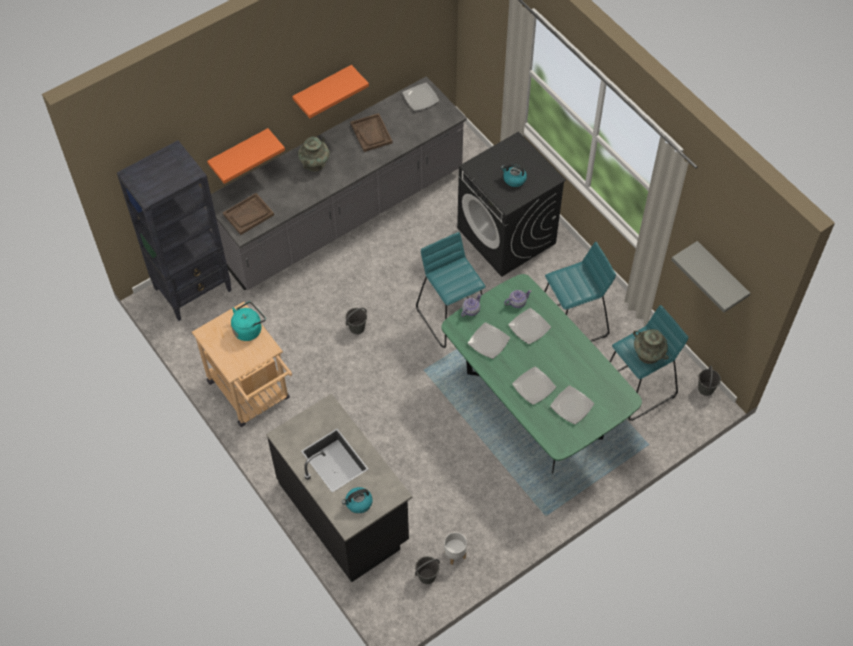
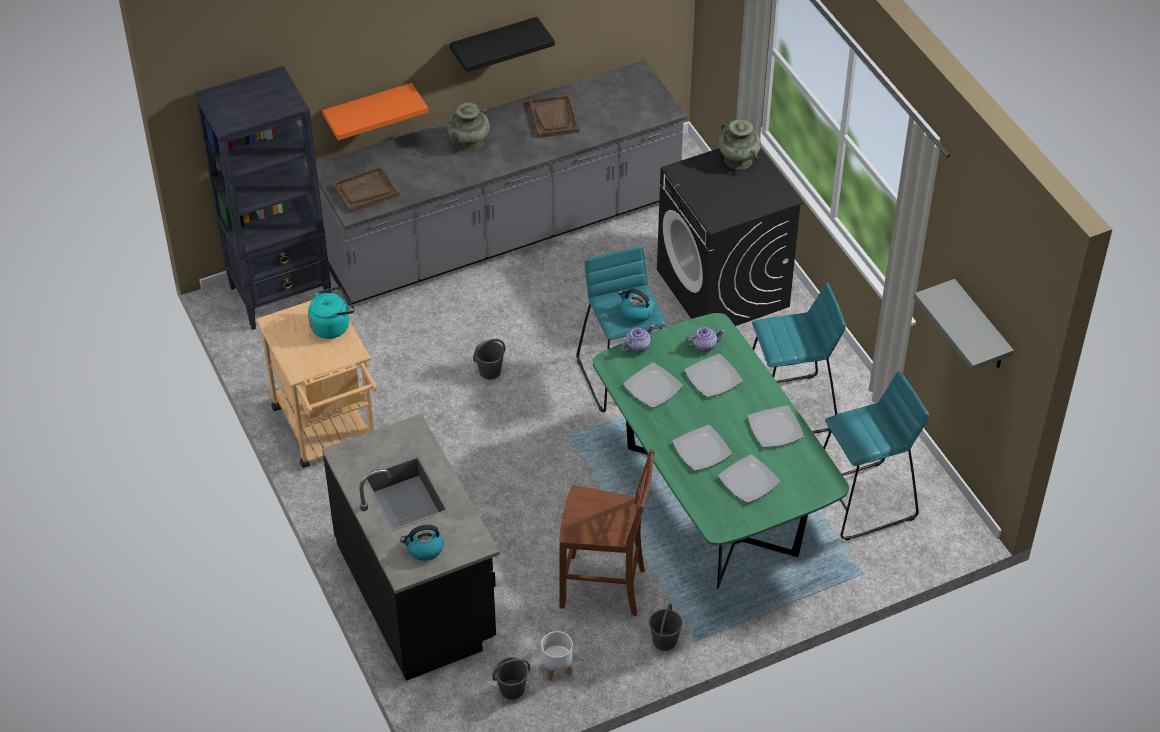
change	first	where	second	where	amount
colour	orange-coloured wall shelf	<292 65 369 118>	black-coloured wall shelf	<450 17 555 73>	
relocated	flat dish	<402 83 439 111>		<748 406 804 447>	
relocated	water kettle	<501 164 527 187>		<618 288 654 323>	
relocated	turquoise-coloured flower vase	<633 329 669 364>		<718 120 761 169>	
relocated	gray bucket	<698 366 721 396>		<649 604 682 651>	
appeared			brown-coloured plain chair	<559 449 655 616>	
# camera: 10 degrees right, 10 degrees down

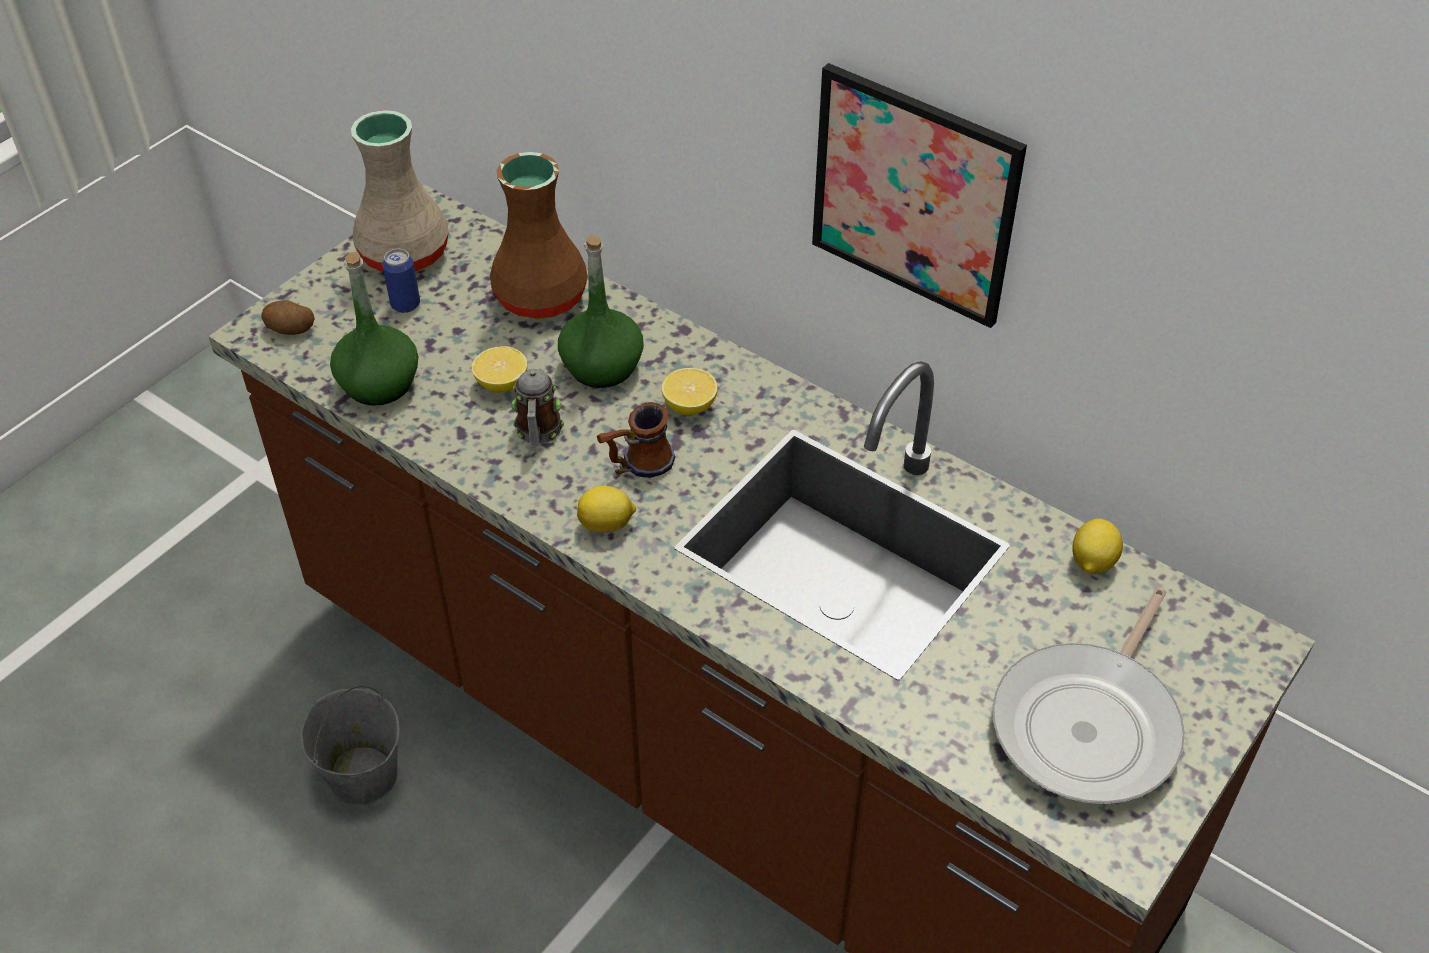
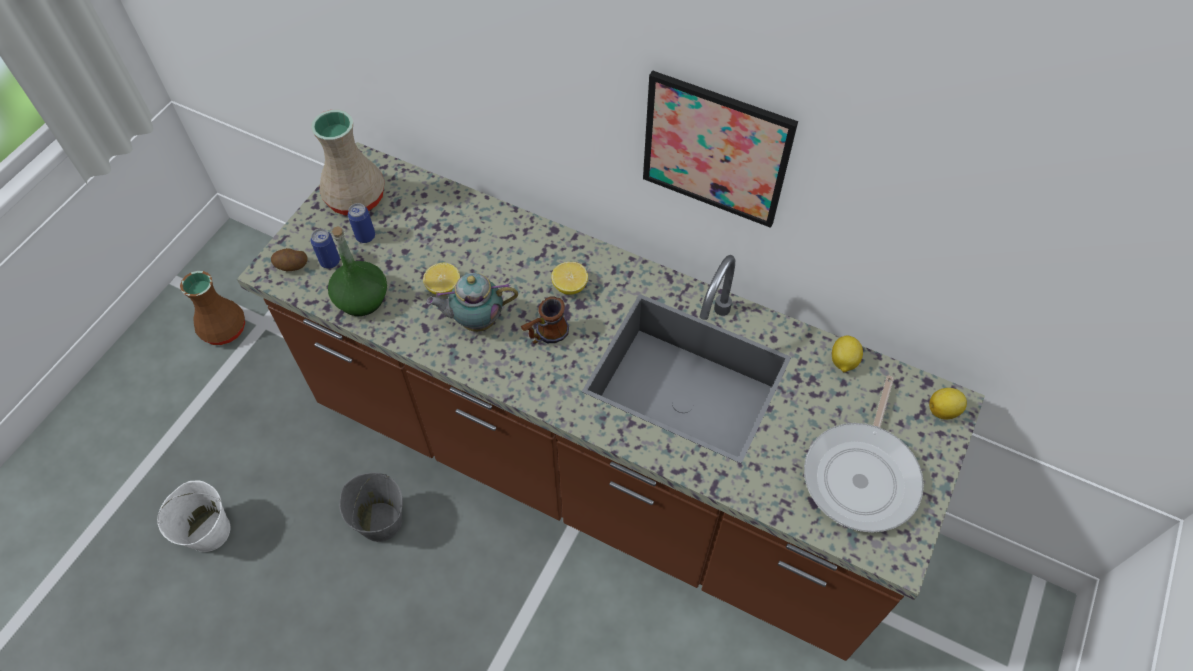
change	first	where	second	where	amount
relocated	brown-coloured flower vase	<490 152 588 319>		<180 271 245 345>	
exchanged	tea mug	<511 369 564 445>	tea pot	<427 273 518 332>	
missing	green beverage bottle	<558 235 644 388>			
relocated	whole lemon	<577 486 636 533>		<929 388 967 419>	
appeared			white-coloured bucket	<157 481 231 552>	
appeared			metal can	<311 229 340 269>	
# camera: 10 degrees left, 10 degrees up

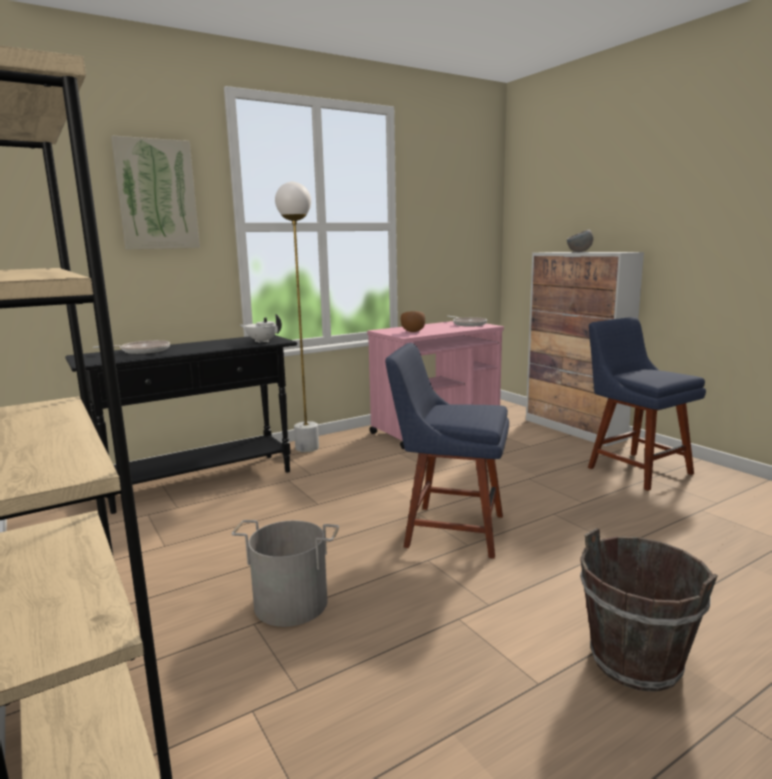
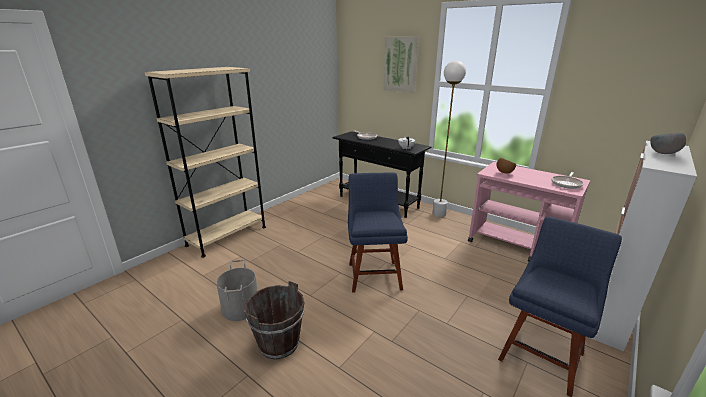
change	first	where	second	where	amount
relocated	gray bucket	<231 520 339 627>		<216 260 258 321>	
# camera: 70 degrees right, 10 degrees up

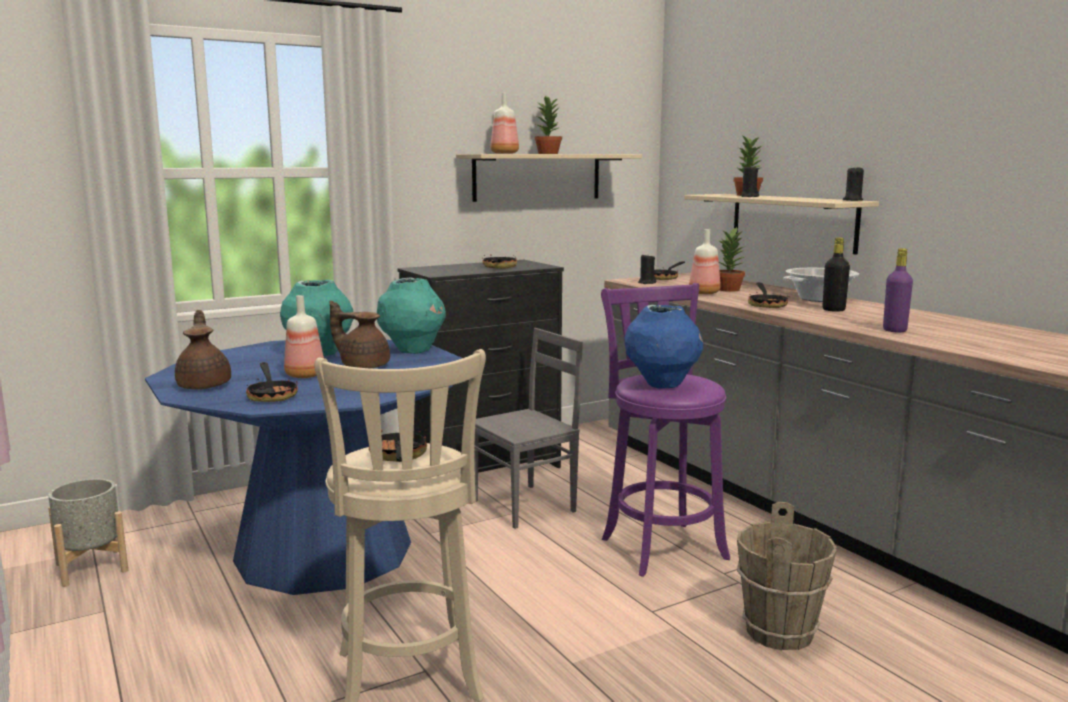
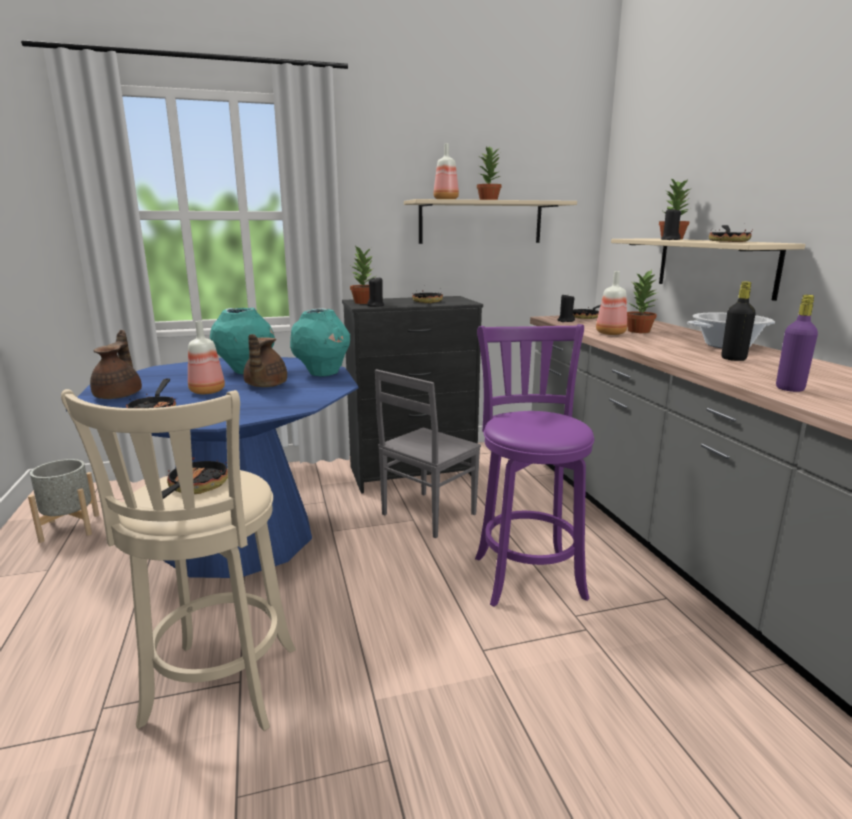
change	first	where	second	where	amount
spun	brown-coloured tea pot	<330 301 390 369>		<243 334 287 387>	120 degrees counterclockwise
spun	gray plain chair	<474 328 583 529>		<375 369 481 539>	150 degrees clockwise
missing	bluish flower vase	<624 305 703 388>			
missing	brown-coloured bucket	<737 502 837 650>			
relocated	frying pan	<748 282 790 308>		<709 223 753 242>	
relocated	black-coloured wax candle	<843 166 864 201>		<367 276 384 307>	
appeared			potted plant	<350 246 374 304>	
# camera: 15 degrees right, 5 degrees up

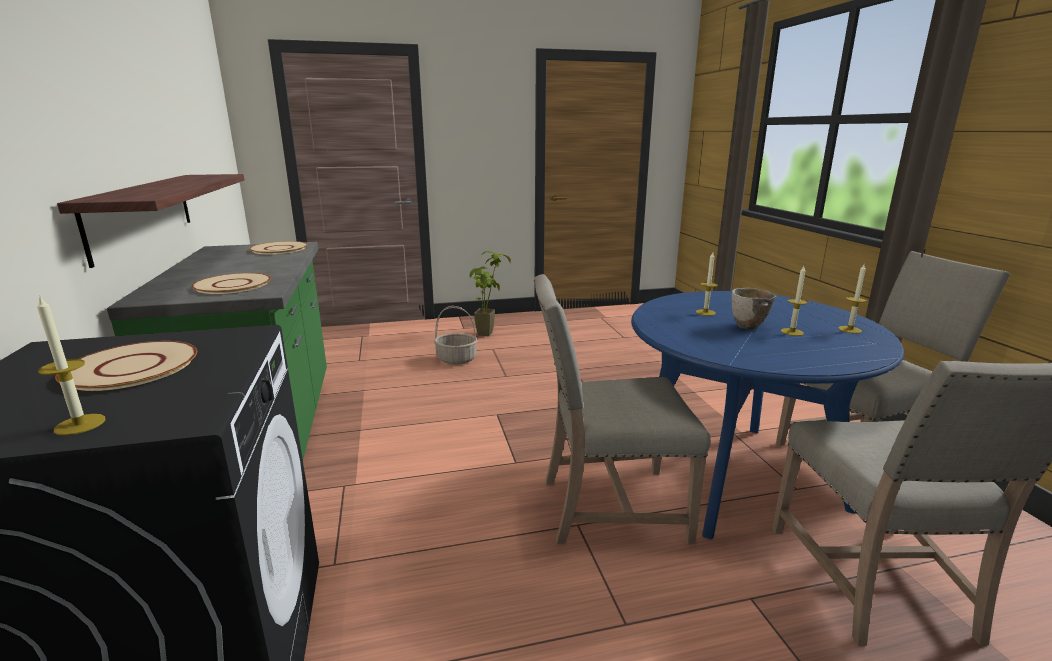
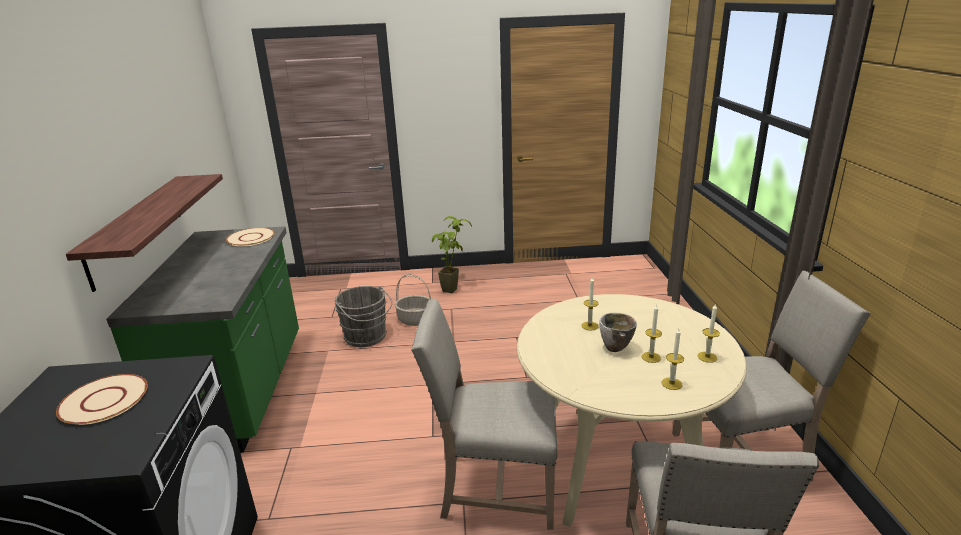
change	first	where	second	where	amount
relocated	wax candle	<37 295 105 436>		<662 328 684 390>	
missing	sand-coloured flat dish	<191 273 271 294>			
colour	bluish dinner table	<631 291 904 540>	sand-coloured dinner table	<517 294 747 527>	
appeared			gray bucket	<335 286 392 347>	
# camera: 10 degrees right, 5 degrees up

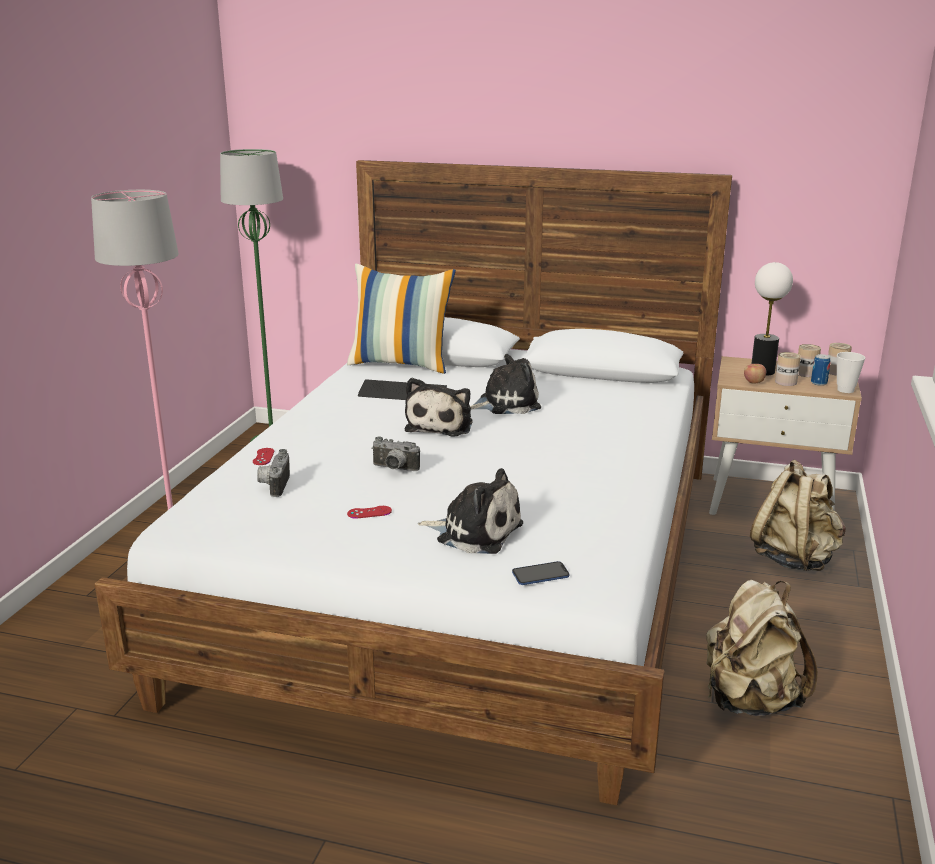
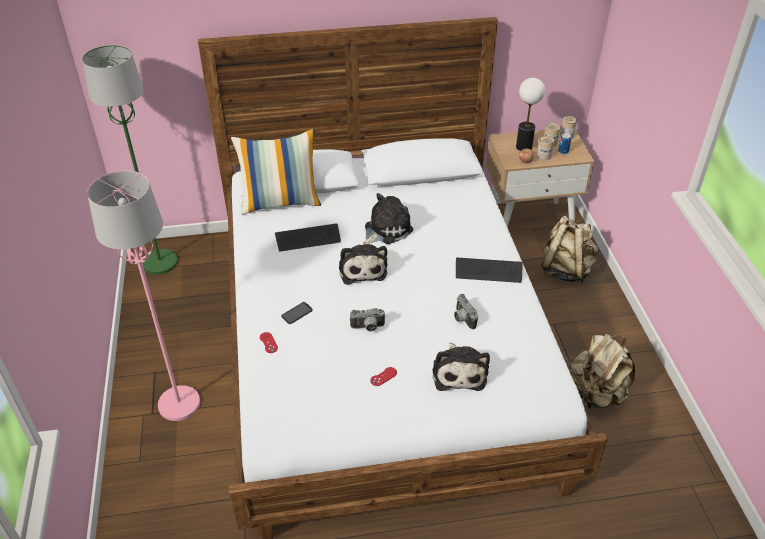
change	first	where	second	where	amount
relocated	still camera	<257 449 290 497>		<454 294 478 329>	
spun	plush toy	<418 468 523 554>		<432 343 490 391>	90 degrees clockwise
relocated	phone	<512 561 569 585>		<281 302 313 324>	
missing	small cup	<837 352 865 393>			
appeared			keyboard	<456 258 523 283>	
# camera: 25 degrees left, 20 degrees up

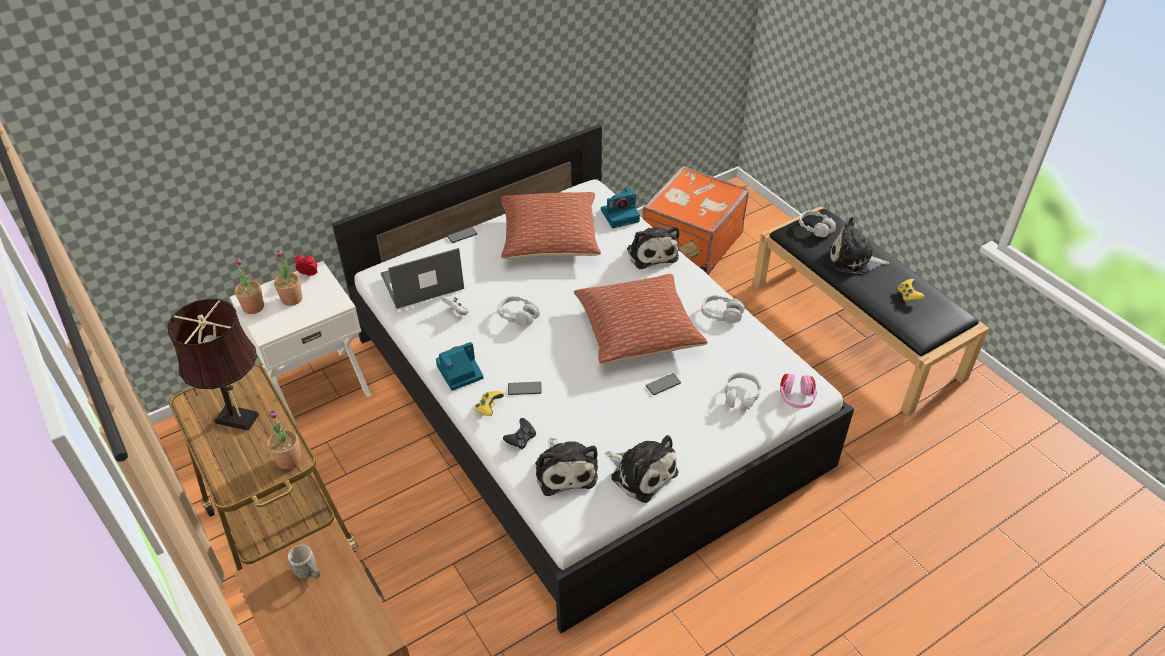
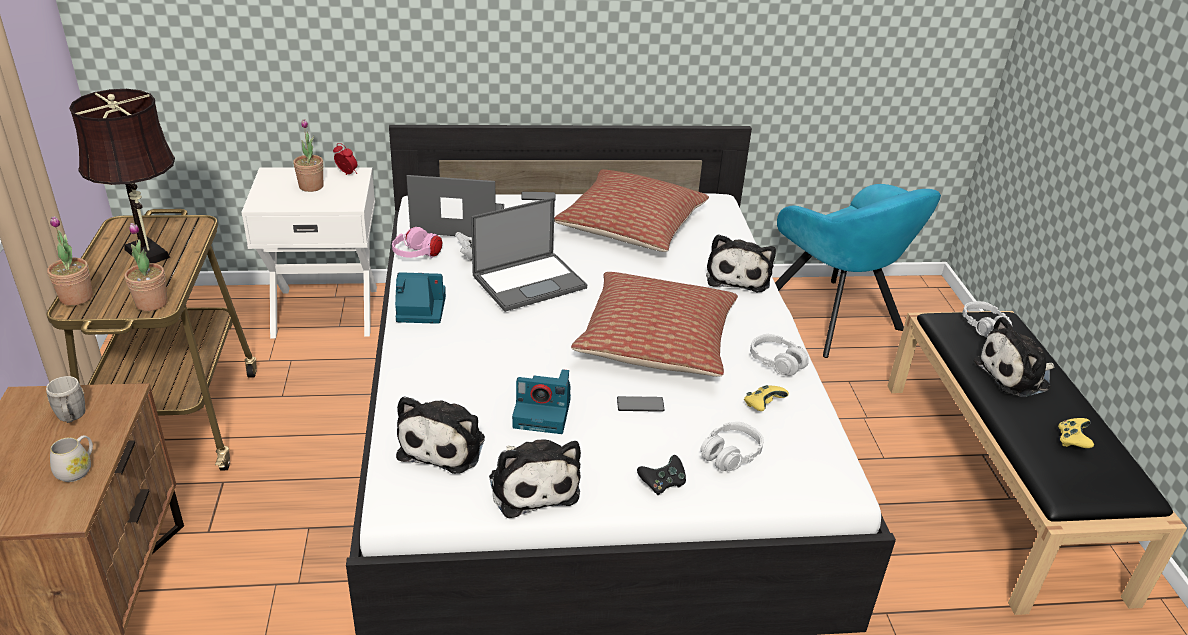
change	first	where	second	where	amount
relocated	potted plant	<235 258 264 314>		<47 216 93 306>	
relocated	yellowish gamepad	<475 391 504 416>		<744 385 789 411>	
exchanged	gray headphones	<498 296 540 326>	notebook computer	<471 197 587 312>	
relocated	black-coloured gamepad	<503 418 536 449>		<637 455 686 495>	
missing	phone	<508 382 542 395>			
relocated	still camera	<601 186 640 228>		<512 369 571 434>	
exchanged	orange-coloured piece of luggage	<642 166 749 275>	turquoise-coloured easy chair	<775 184 941 358>	
relocated	pink-coloured headphones	<780 373 817 409>		<392 227 442 258>	
spun	plush toy	<829 217 890 274>		<973 317 1055 397>	60 degrees counterclockwise
appeared			white-coloured tea mug	<50 435 93 482>	
# camera: 25 degrees right, 10 degrees down

